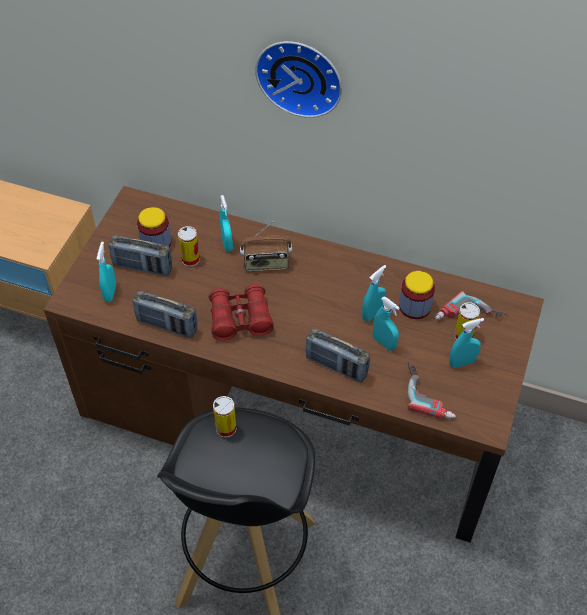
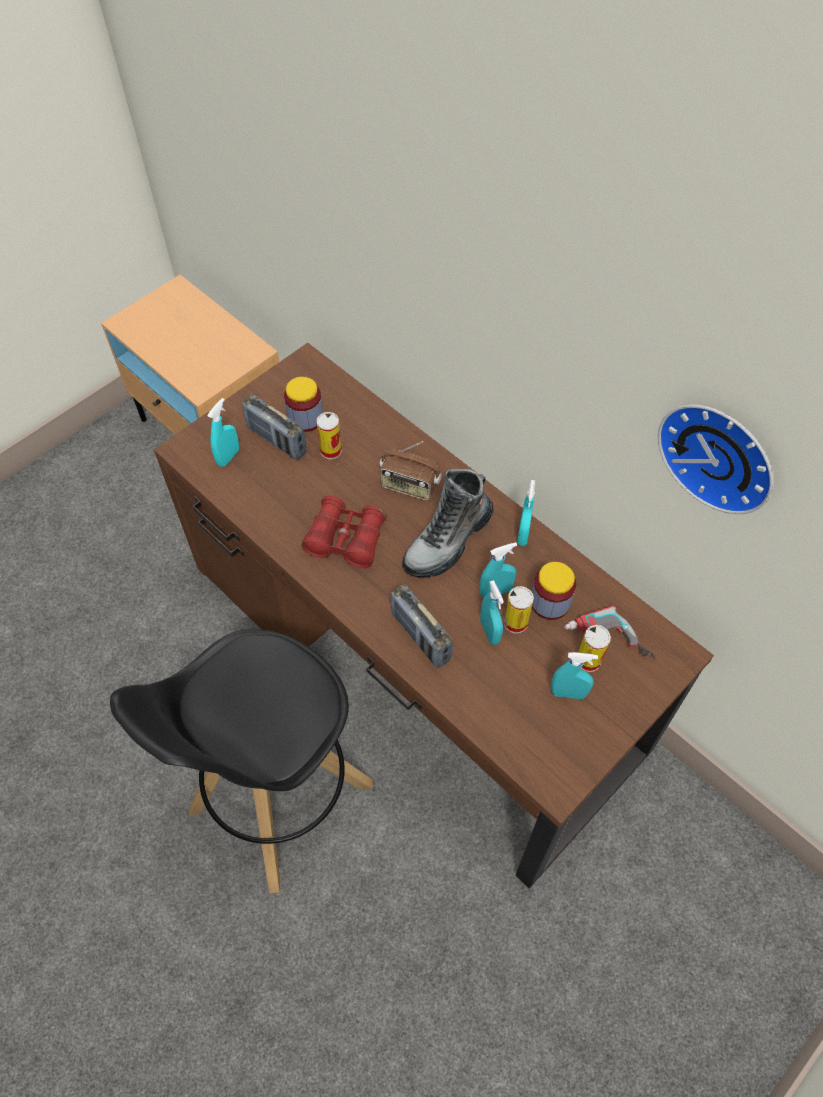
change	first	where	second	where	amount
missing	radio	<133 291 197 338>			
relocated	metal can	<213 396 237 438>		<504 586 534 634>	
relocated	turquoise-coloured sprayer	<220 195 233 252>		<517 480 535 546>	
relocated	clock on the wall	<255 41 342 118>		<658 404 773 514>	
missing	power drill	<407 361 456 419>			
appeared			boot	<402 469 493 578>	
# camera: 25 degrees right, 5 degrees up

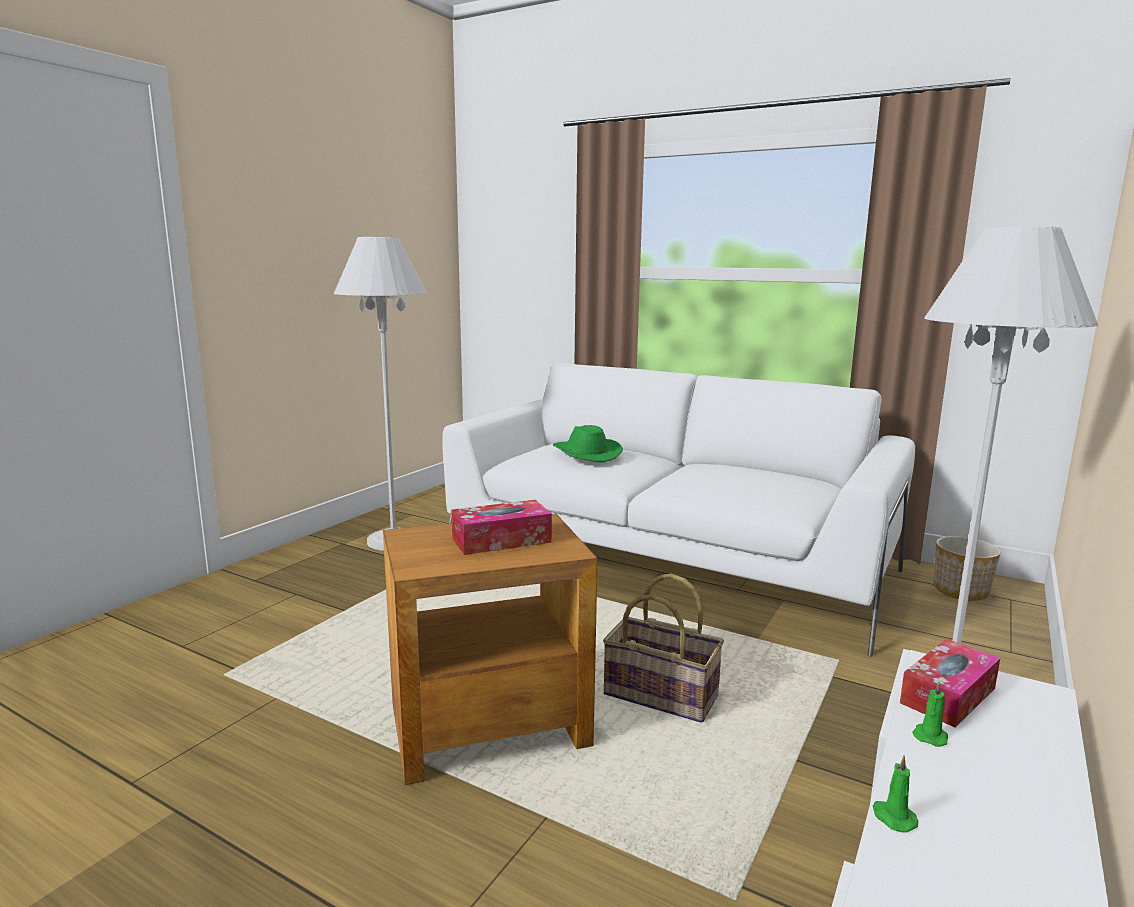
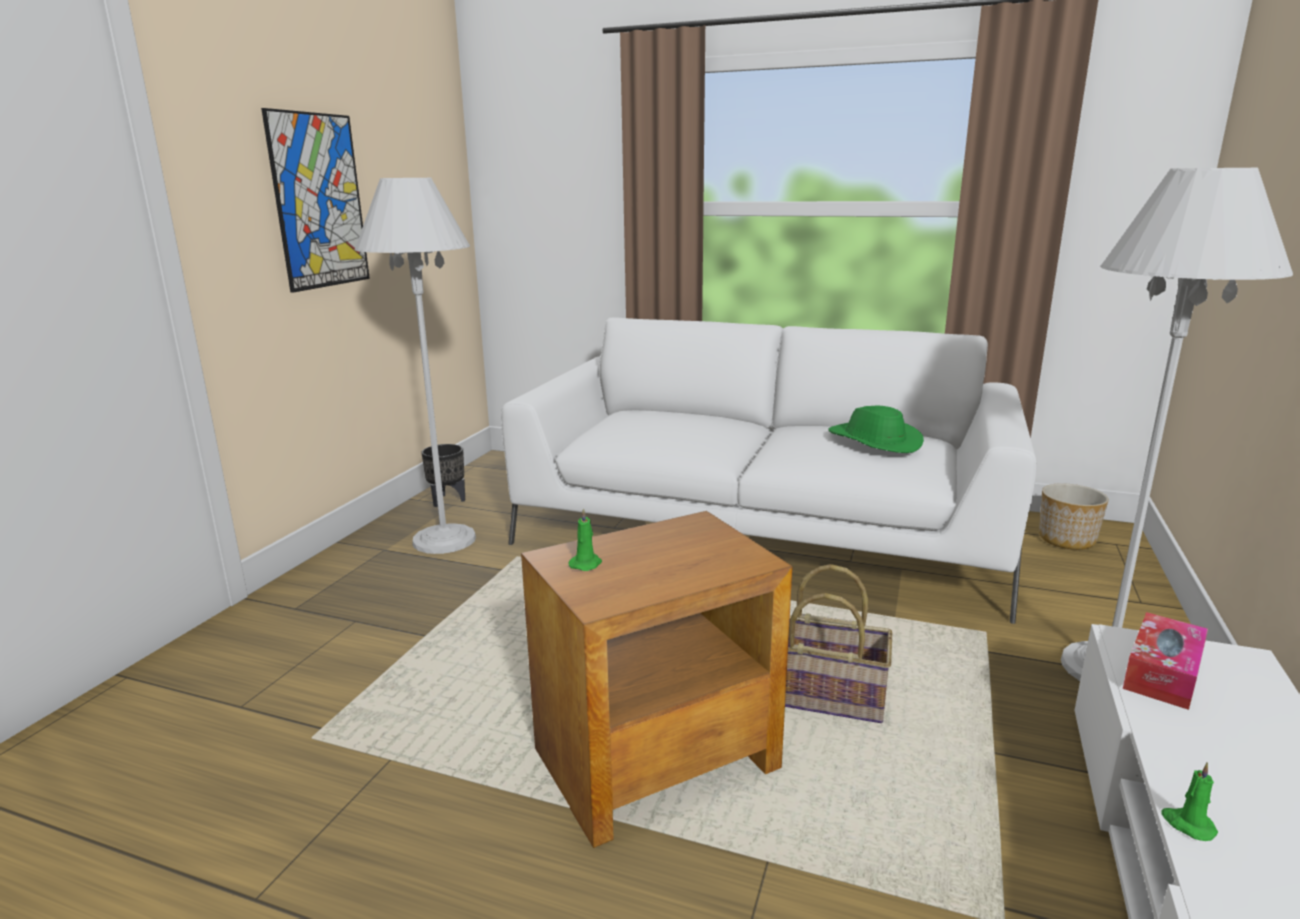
change	first	where	second	where	amount
missing	tissue box	<451 500 552 555>			
relocated	green hat	<553 425 623 462>		<828 406 924 453>	
relocated	green wax candle	<912 682 948 747>		<568 508 602 571>	
appeared			wall picture	<261 108 370 293>	
appeared			black-coloured flower pot	<421 444 465 507>	
# camera: 10 degrees left, 5 degrees up

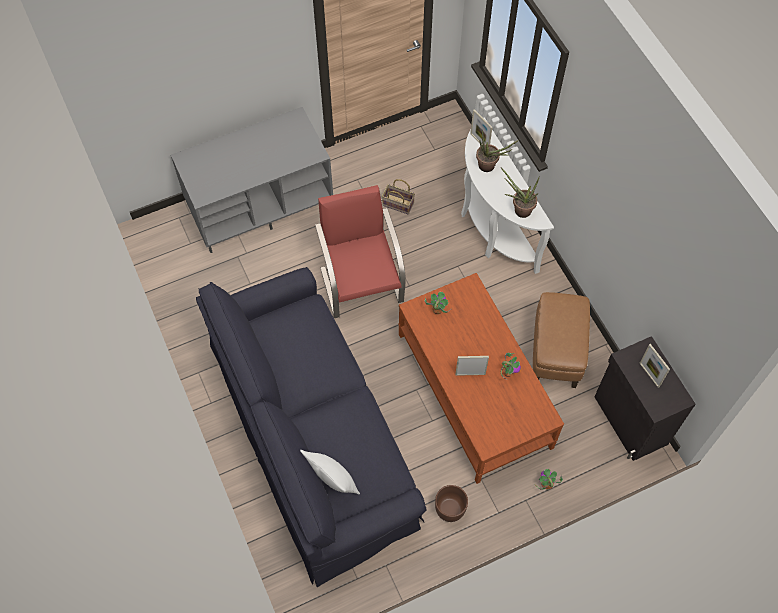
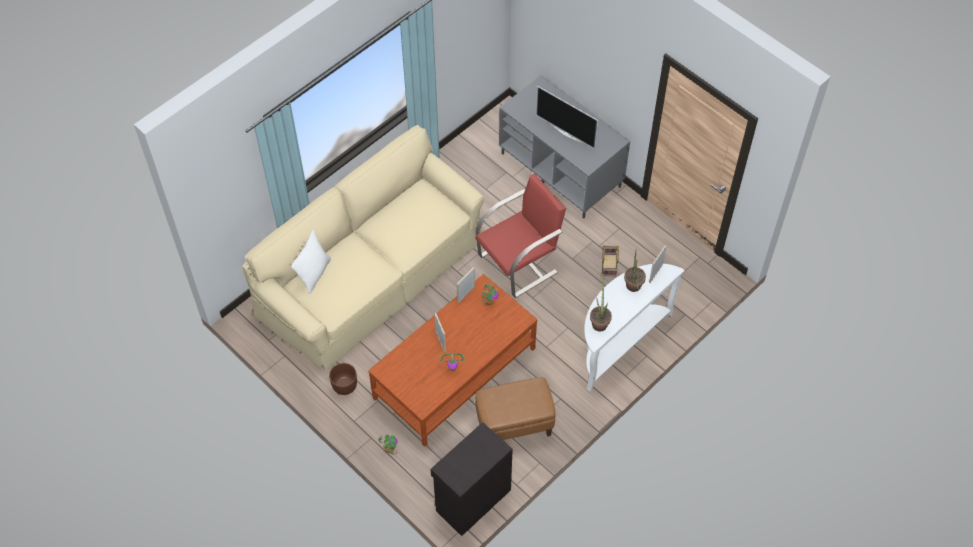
change	first	where	second	where	amount
colour	black-coloured settee	<196 267 427 587>	sand-coloured settee	<242 125 485 371>	
relocated	standing frame	<640 344 670 388>		<457 267 475 303>	
appeared			TV set	<536 86 598 149>	
# camera: 70 degrees right, 5 degrees down

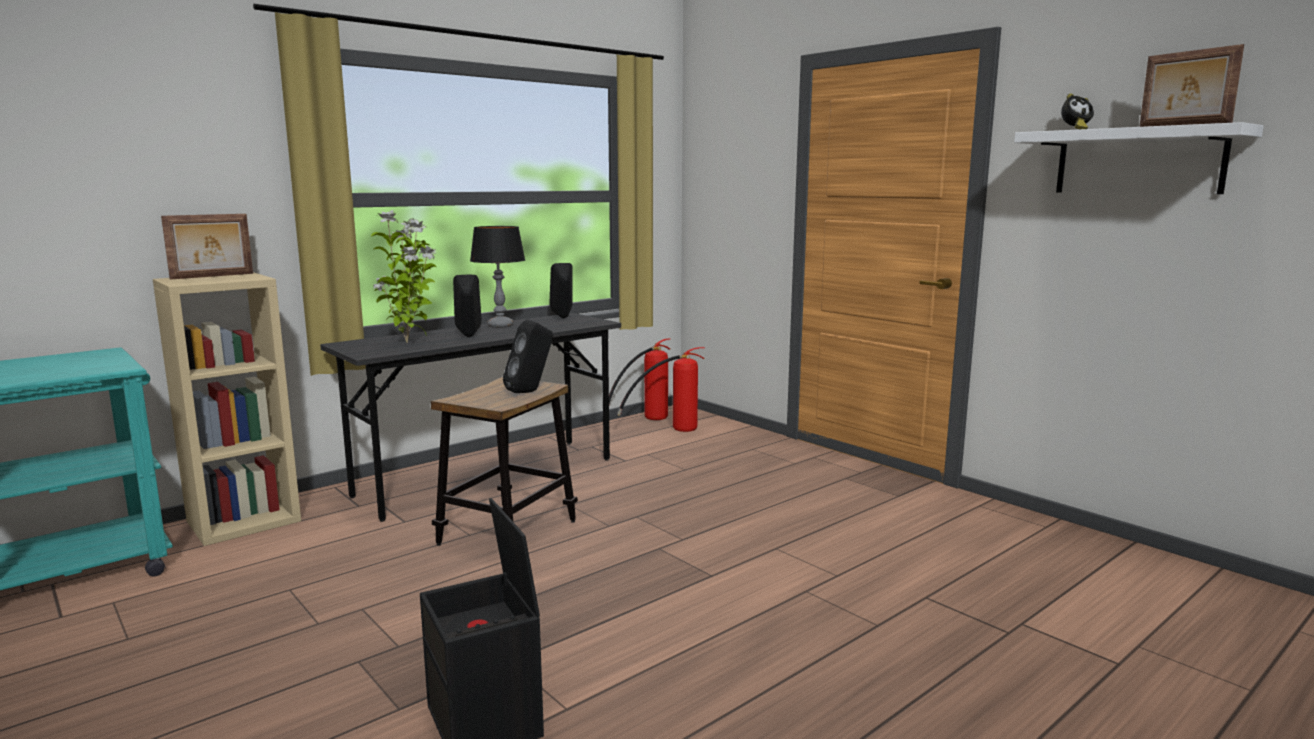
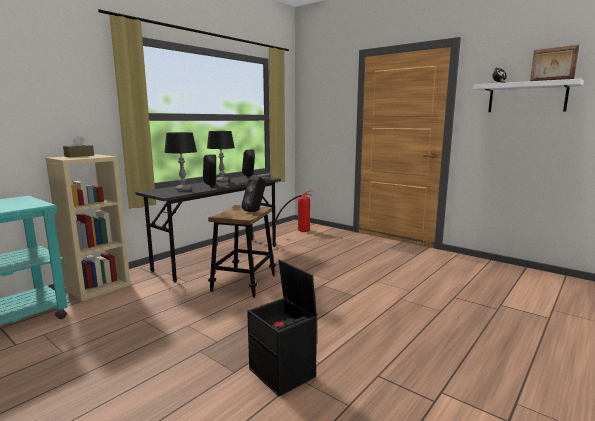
change	first	where	second	where	amount
exchanged	standing frame	<161 214 253 280>	brown-coloured tissue box	<63 136 94 157>	
exchanged	potted plant	<371 210 437 343>	tabletop lamp	<164 132 197 191>	
missing	extinguisher	<609 339 670 420>			
# camera: 10 degrees left, 0 degrees up

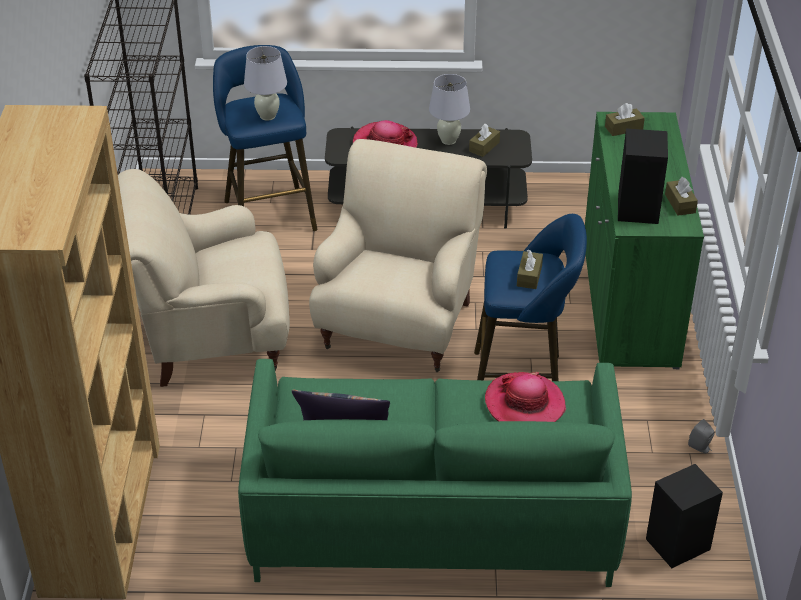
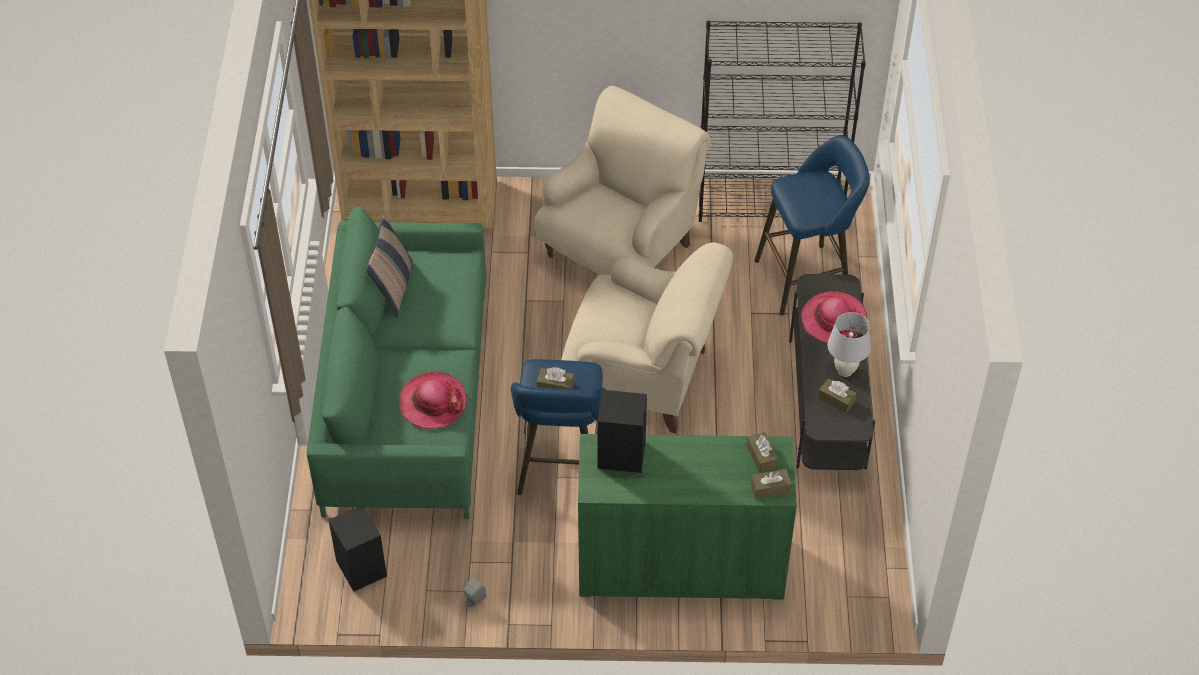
change	first	where	second	where	amount
spun	sand-coloured easy chair	<118 169 290 387>		<534 86 711 275>	45 degrees clockwise
missing	white-coloured tabletop lamp	<244 46 287 121>			
relocated	brown-coloured tissue box	<665 177 698 216>		<751 469 792 499>	
# camera: 90 degrees right, 10 degrees up

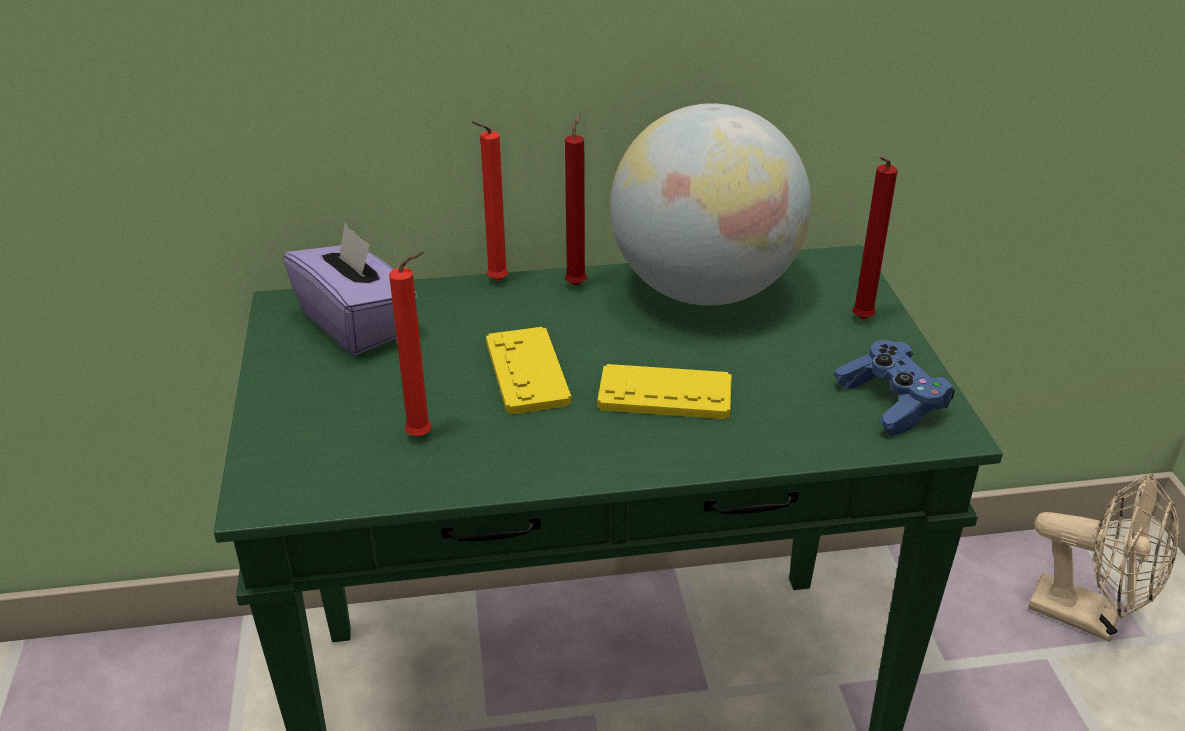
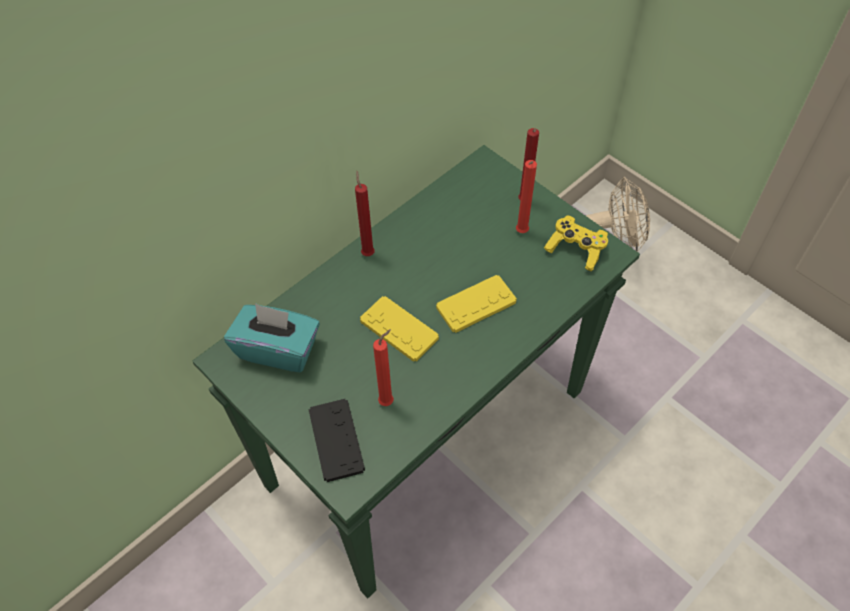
change	first	where	second	where	amount
colour	purple-coloured tissue box	<283 223 418 355>	turquoise-coloured tissue box	<224 303 320 372>	
relocated	red-coloured wax candle	<471 121 509 281>		<516 160 537 233>	
missing	globe	<610 103 811 306>			
colour	bluish gamepad	<834 340 955 436>	yellowish gamepad	<544 215 608 271>	
appeared			black-coloured gamepad	<308 399 365 482>	
# camera: 35 degrees left, 20 degrees up

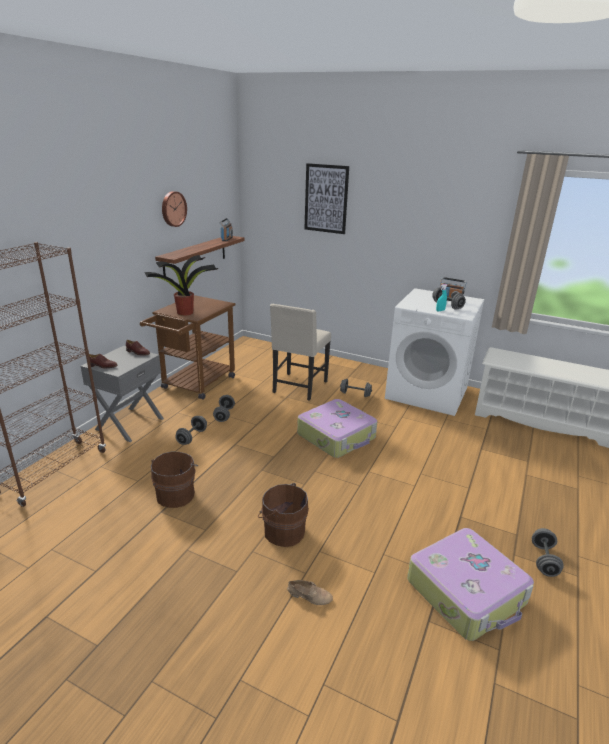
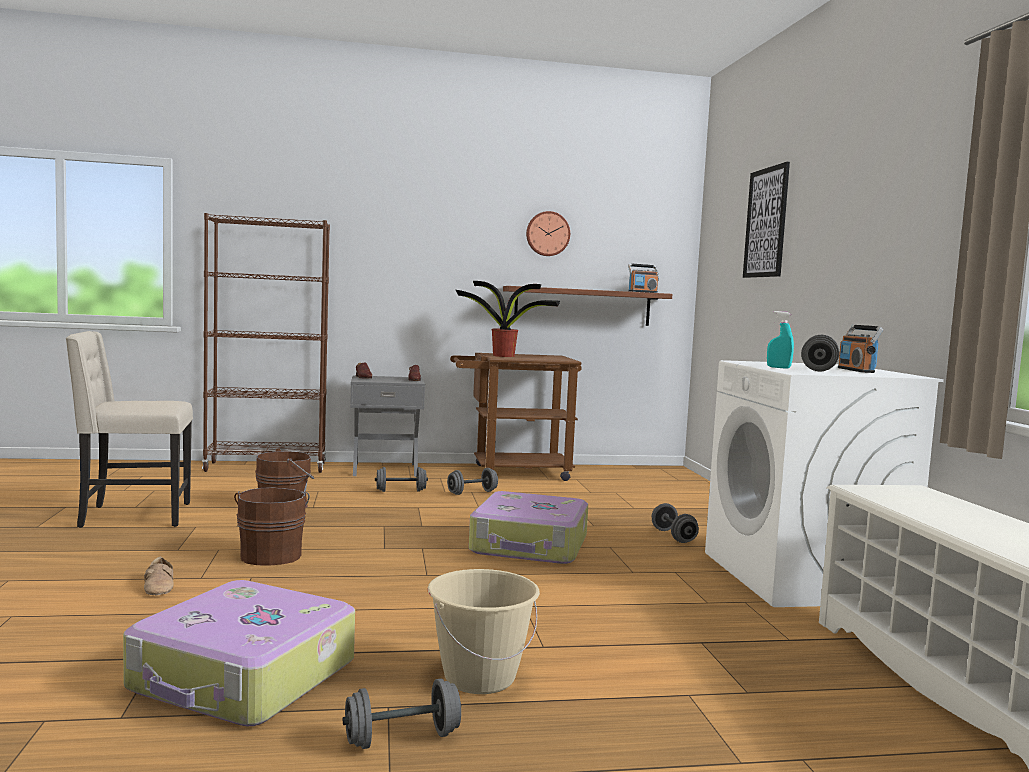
change	first	where	second	where	amount
relocated	sand-coloured plain chair	<270 304 331 401>		<66 331 193 528>	
appeared			sand-coloured bucket	<427 569 540 694>	
# camera: 55 degrees right, 20 degrees down

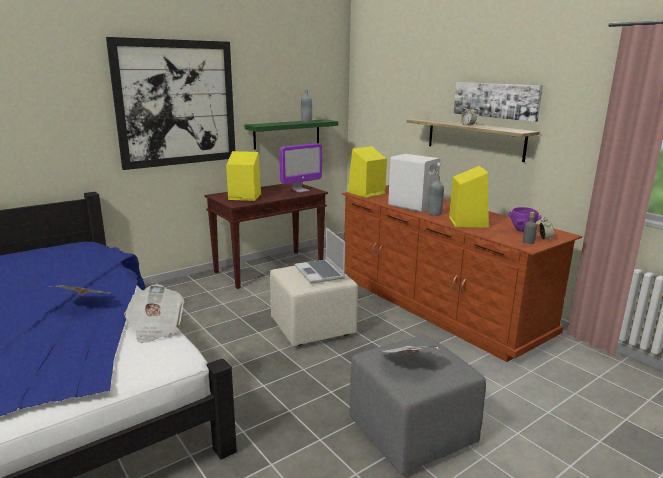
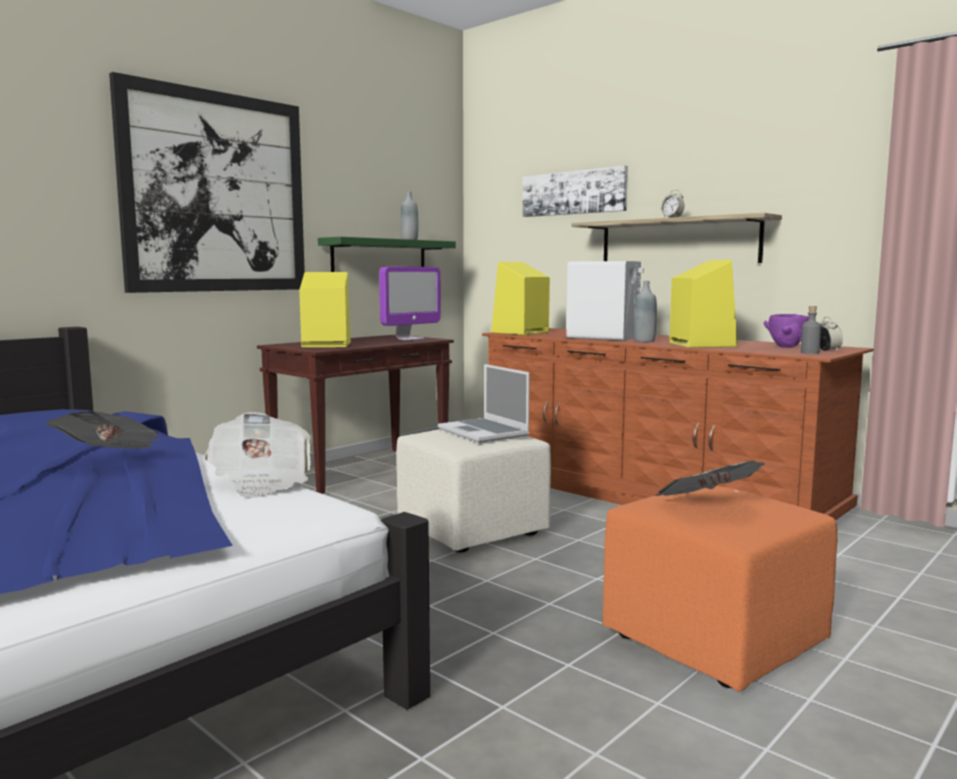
change	first	where	second	where	amount
colour	gray ottoman	<349 335 486 475>	orange-coloured ottoman	<602 486 837 692>	
relocated	wall picture	<454 82 543 122>		<522 166 628 217>	
# camera: 10 degrees left, 10 degrees down

